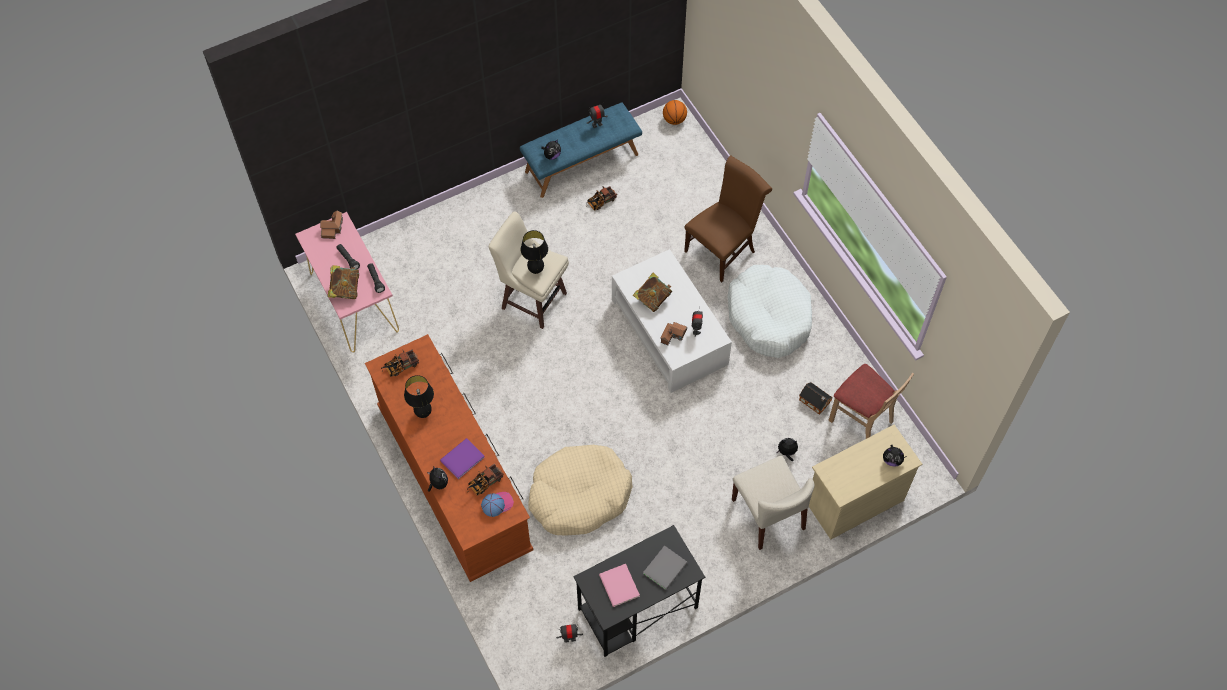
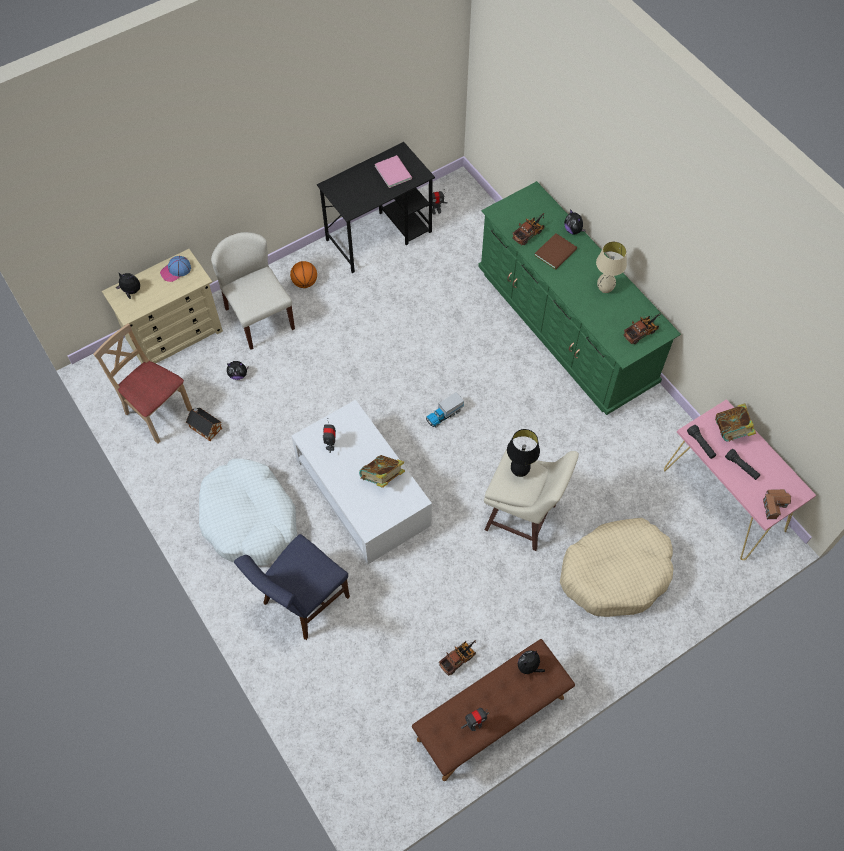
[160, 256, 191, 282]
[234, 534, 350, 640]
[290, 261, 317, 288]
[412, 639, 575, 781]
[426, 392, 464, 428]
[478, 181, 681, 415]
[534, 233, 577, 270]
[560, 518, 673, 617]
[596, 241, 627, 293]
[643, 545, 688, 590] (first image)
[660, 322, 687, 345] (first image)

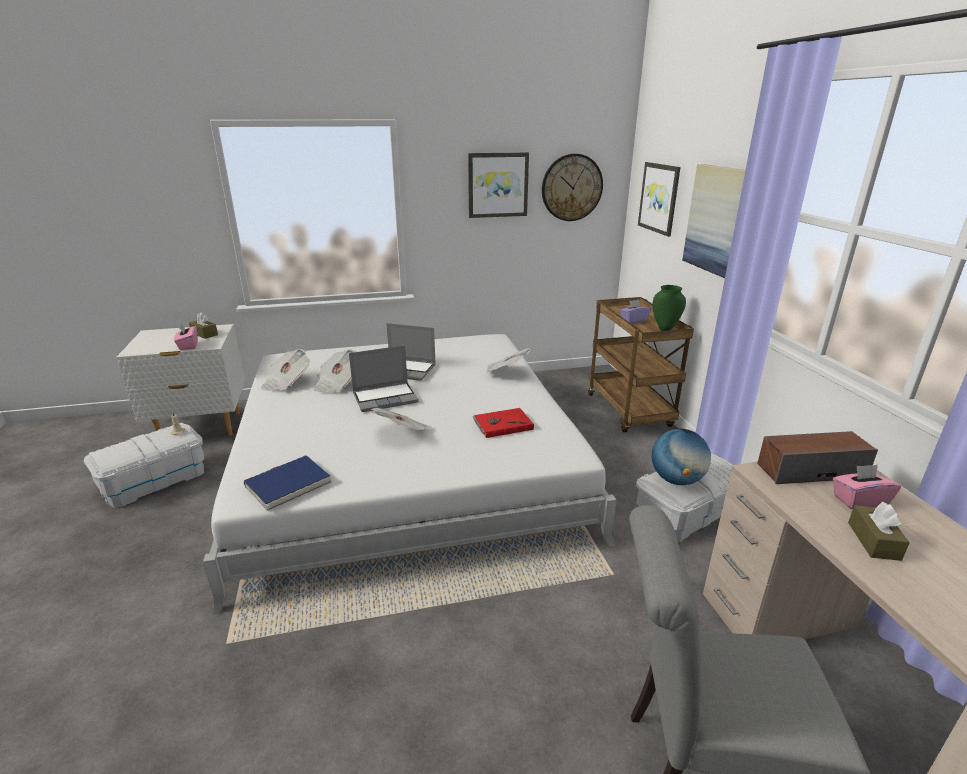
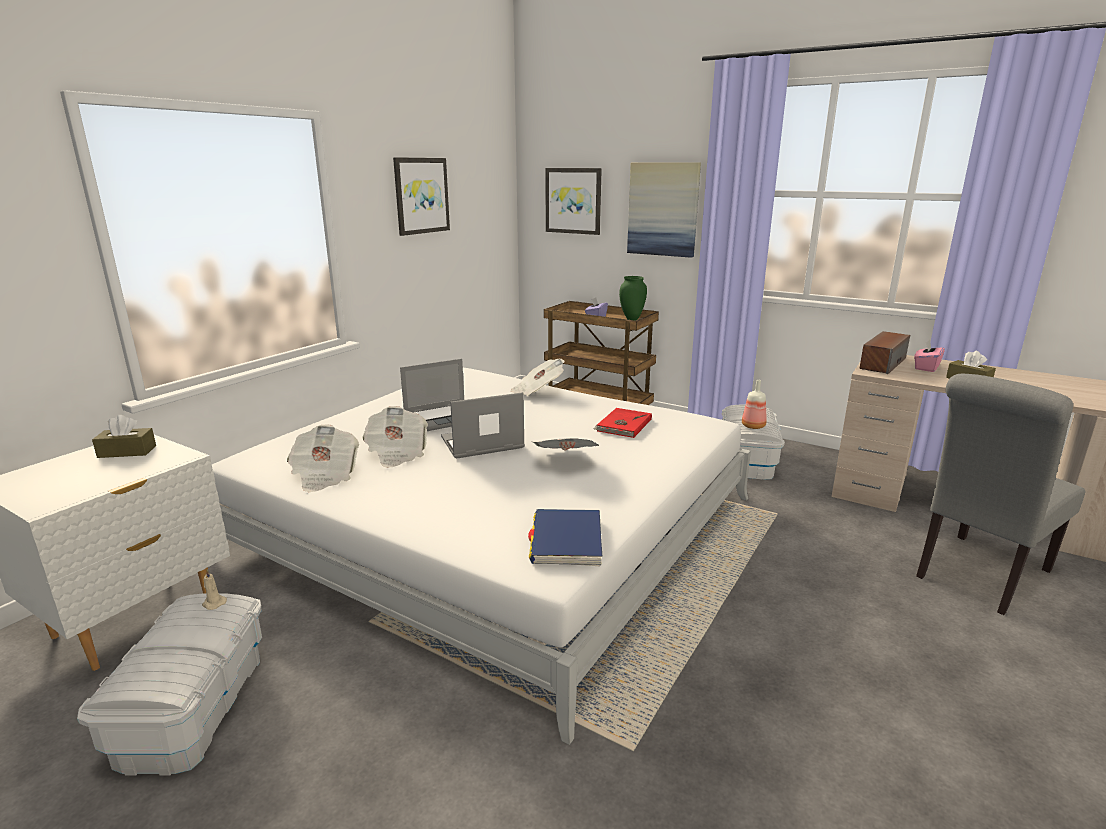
[441, 392, 525, 459]
[742, 380, 767, 429]
[174, 323, 198, 350] (first image)
[542, 154, 603, 221] (first image)

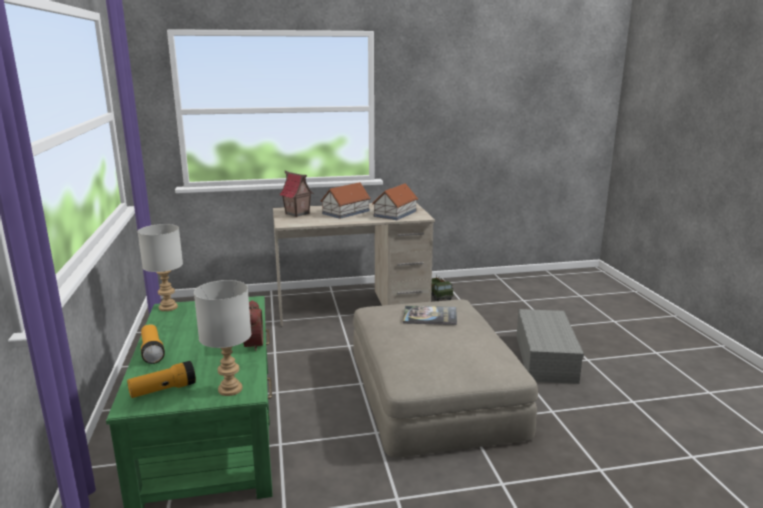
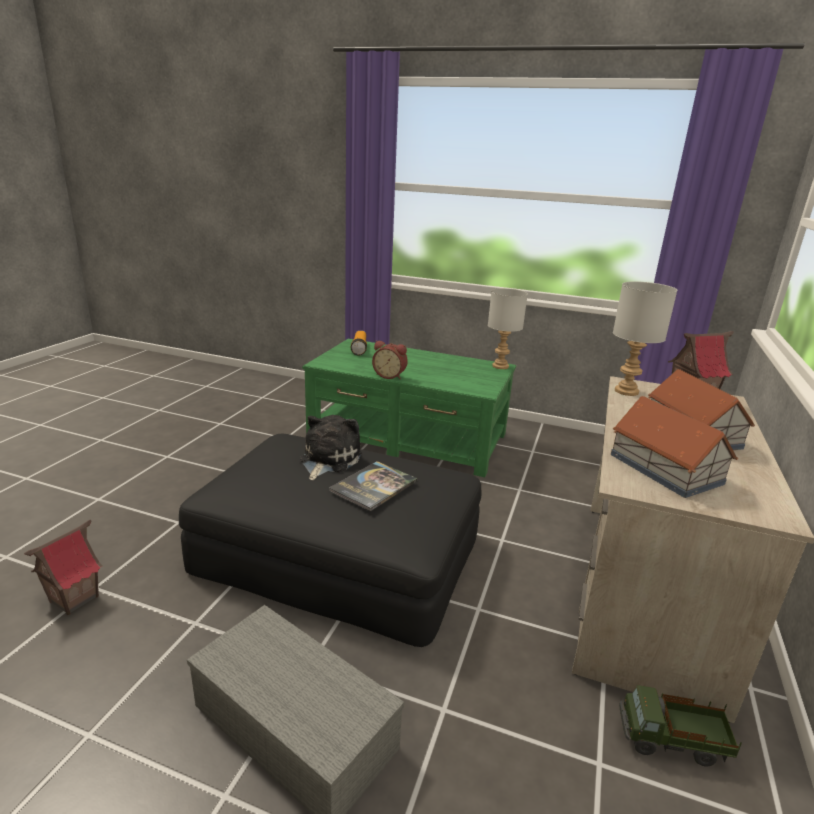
[24, 519, 102, 615]
[179, 434, 481, 647]
[300, 415, 362, 480]
[613, 281, 677, 396]
[141, 324, 165, 364] (first image)

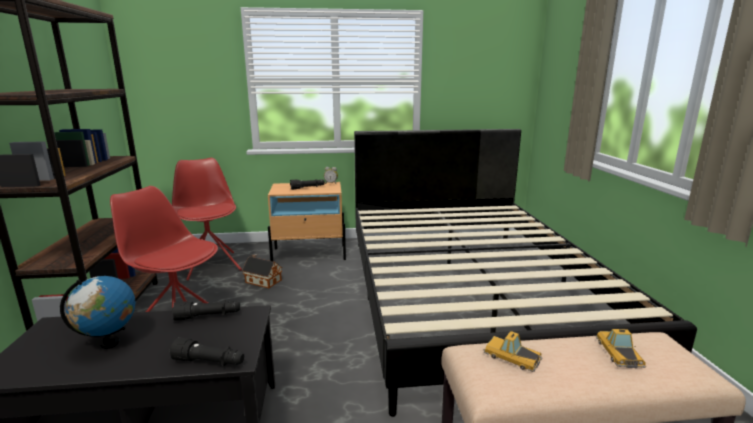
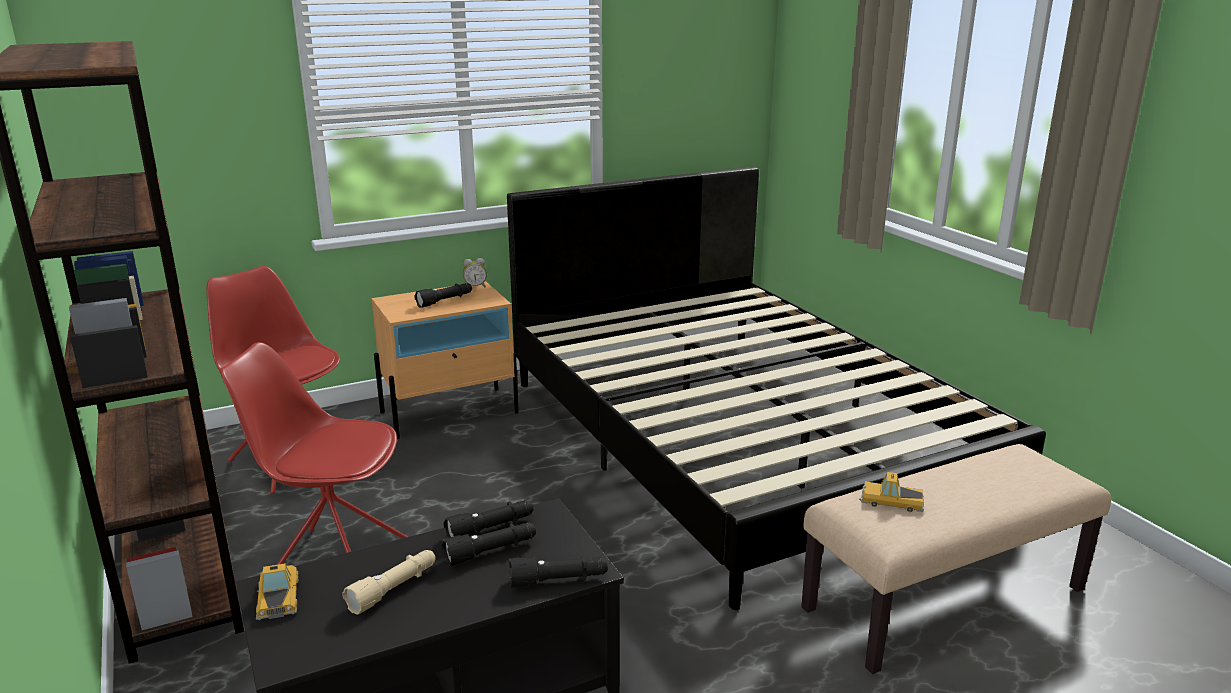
[256, 564, 299, 620]
[342, 550, 436, 615]
[442, 522, 536, 566]
[242, 254, 282, 289] (first image)

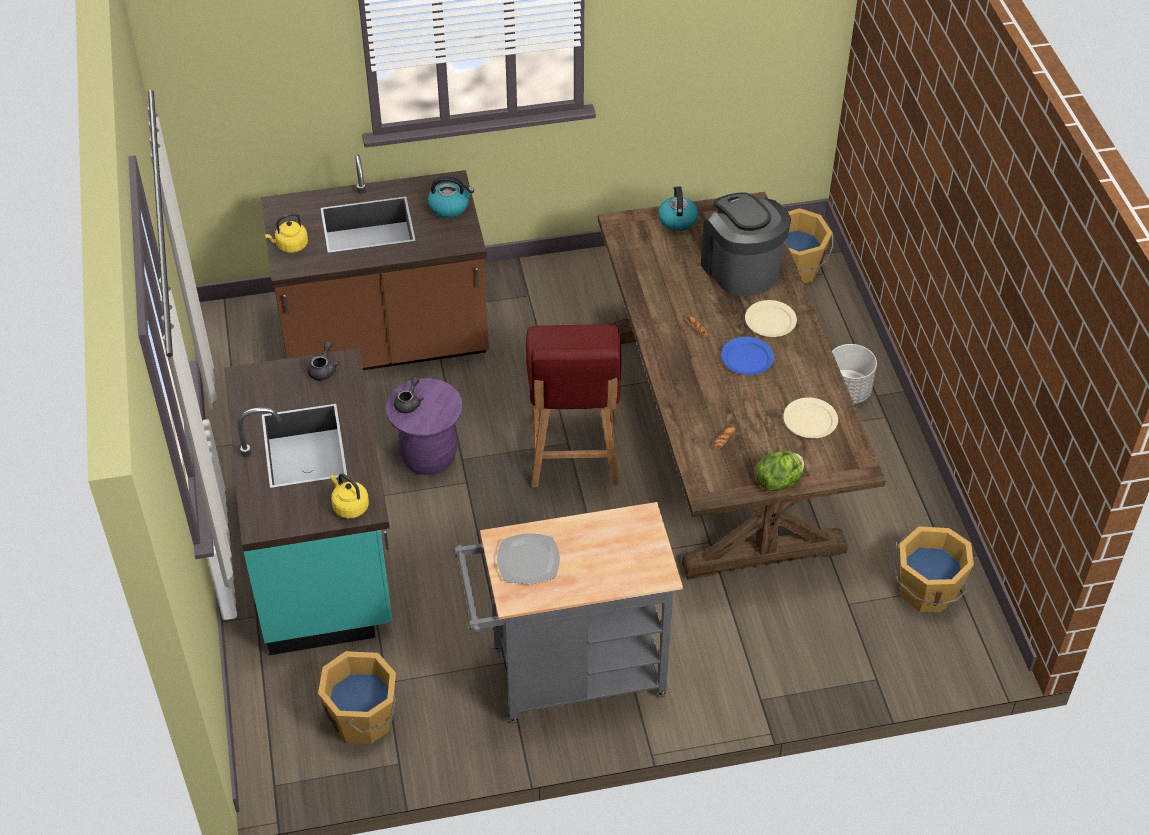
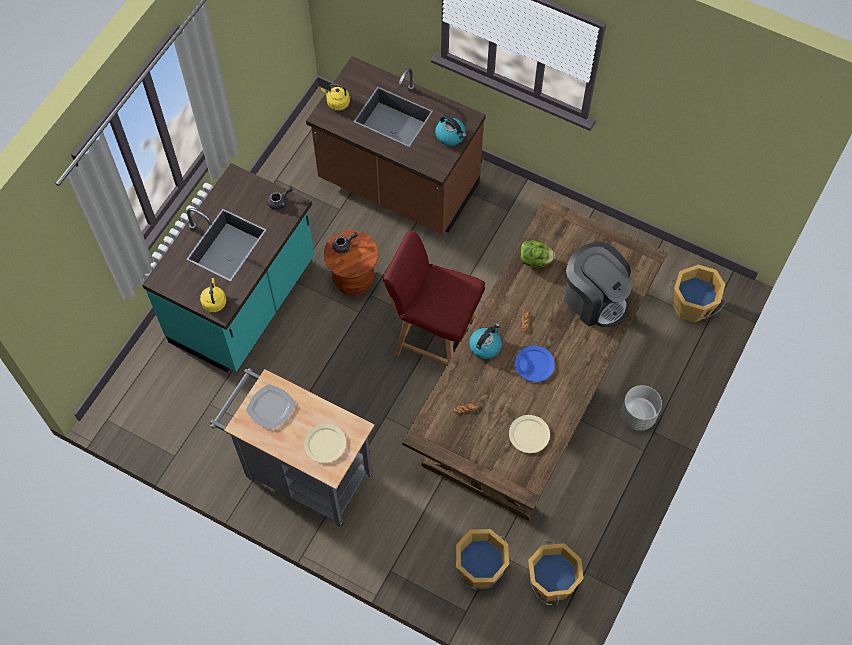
[304, 424, 346, 463]
[324, 230, 378, 296]
[383, 230, 485, 365]
[456, 529, 509, 590]
[469, 323, 502, 359]
[520, 240, 555, 267]
[564, 241, 632, 327]

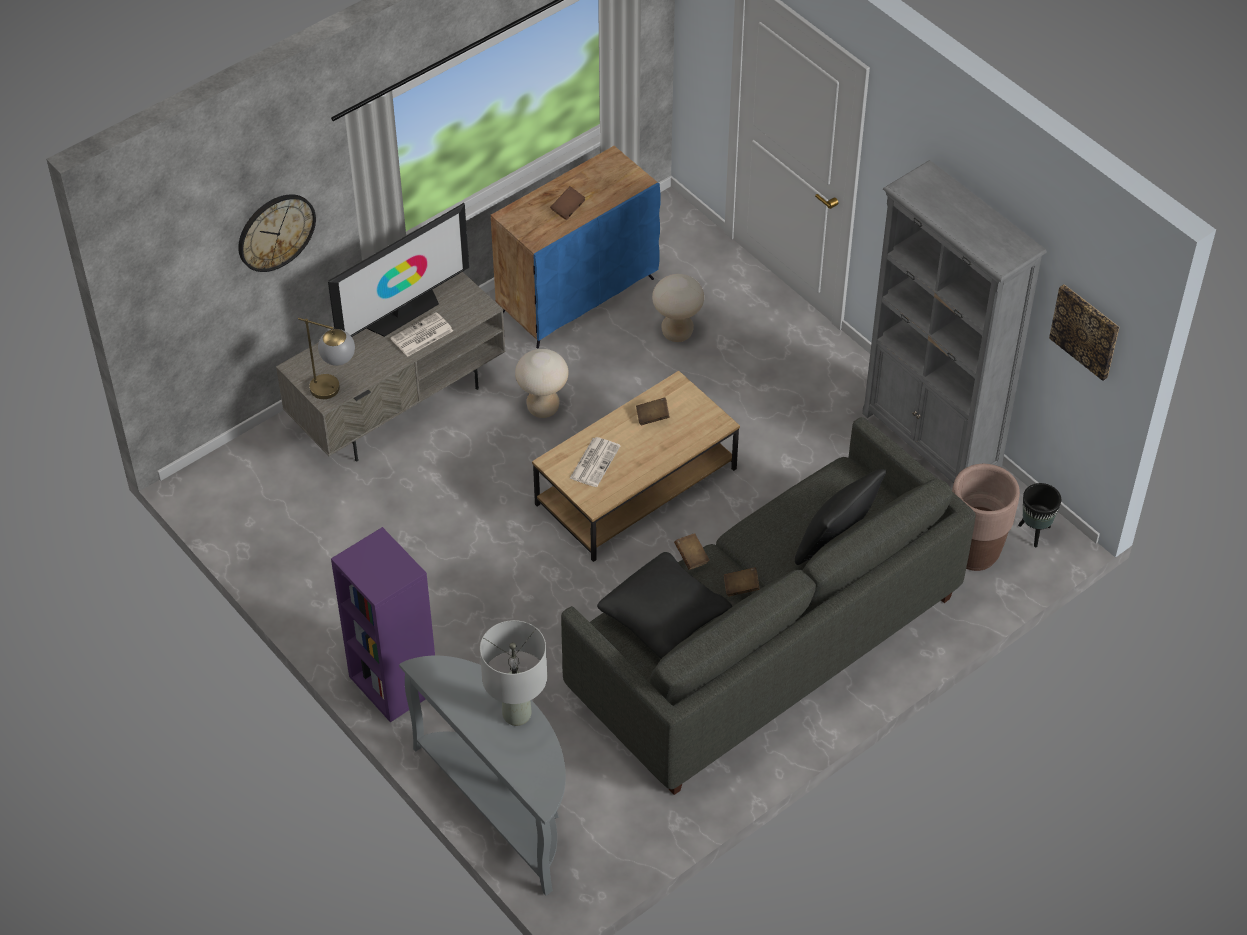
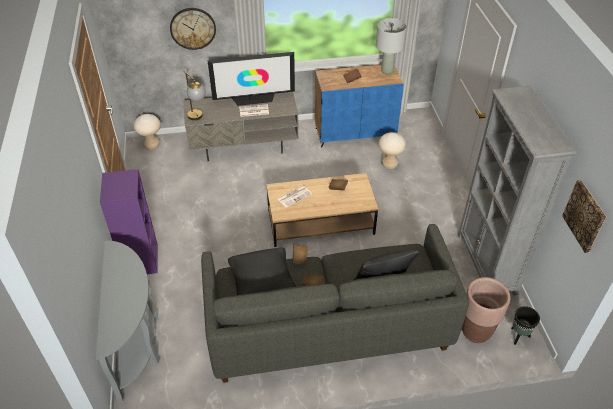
[134, 114, 161, 150]
[376, 18, 407, 74]

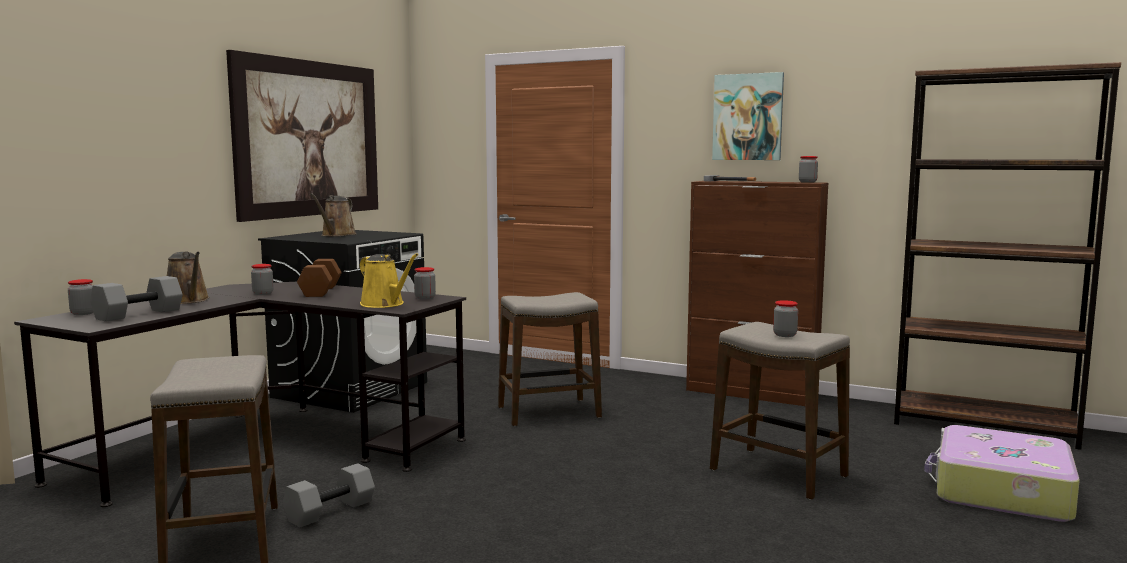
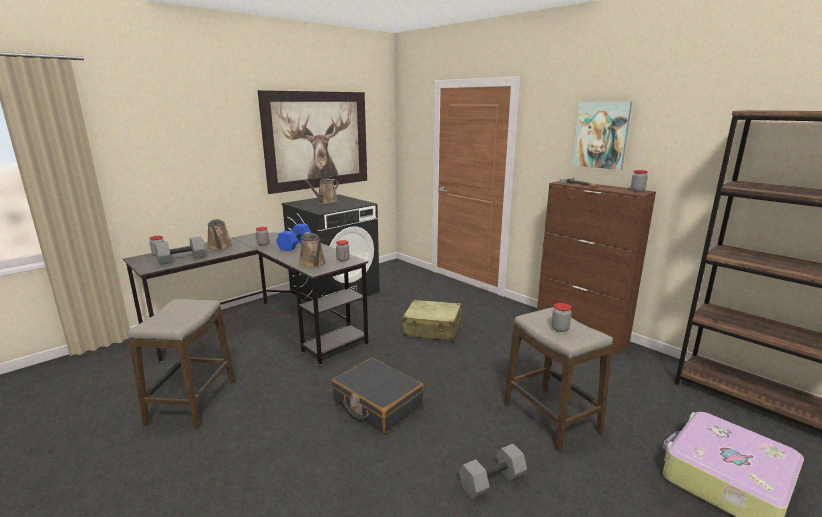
[276, 224, 311, 251]
[299, 232, 326, 268]
[331, 358, 424, 434]
[402, 300, 462, 341]
[459, 444, 527, 499]

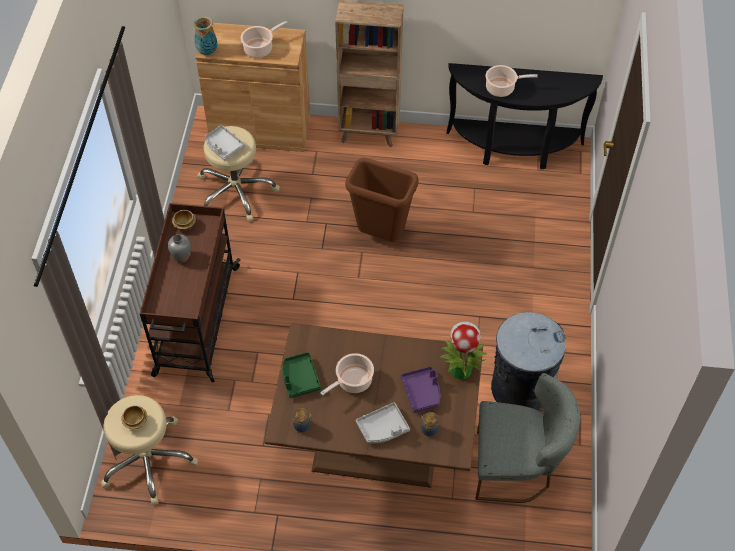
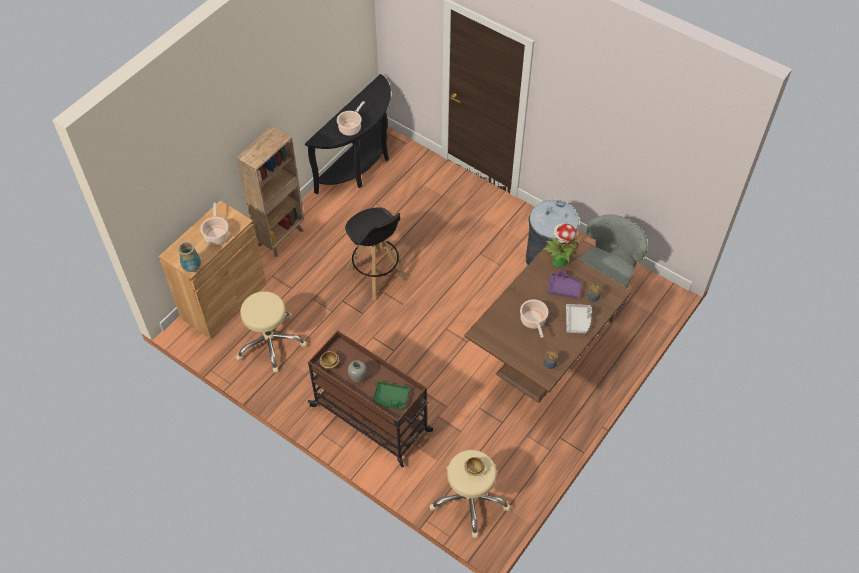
[345, 207, 407, 300]
[373, 381, 410, 411]
[205, 125, 245, 161] (first image)

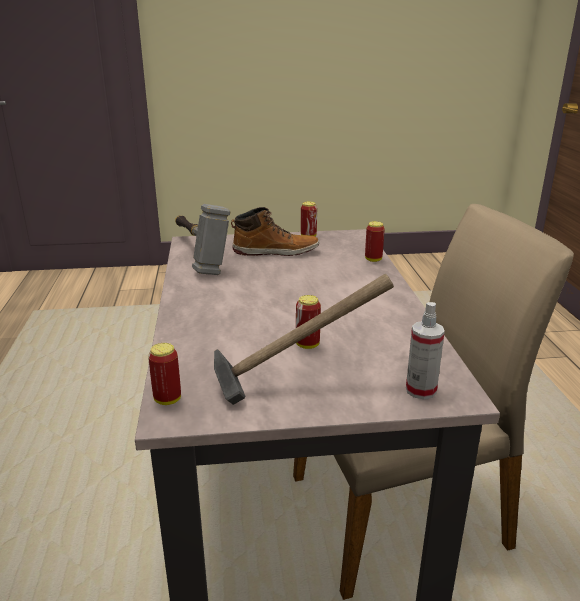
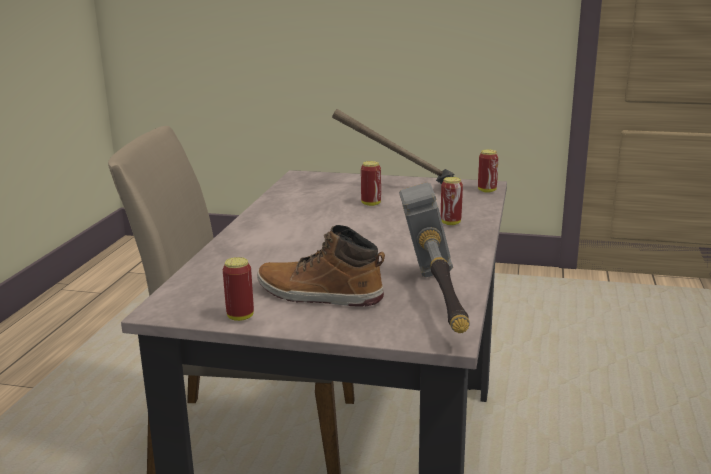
[441, 177, 463, 225]
[406, 302, 445, 399] (first image)

